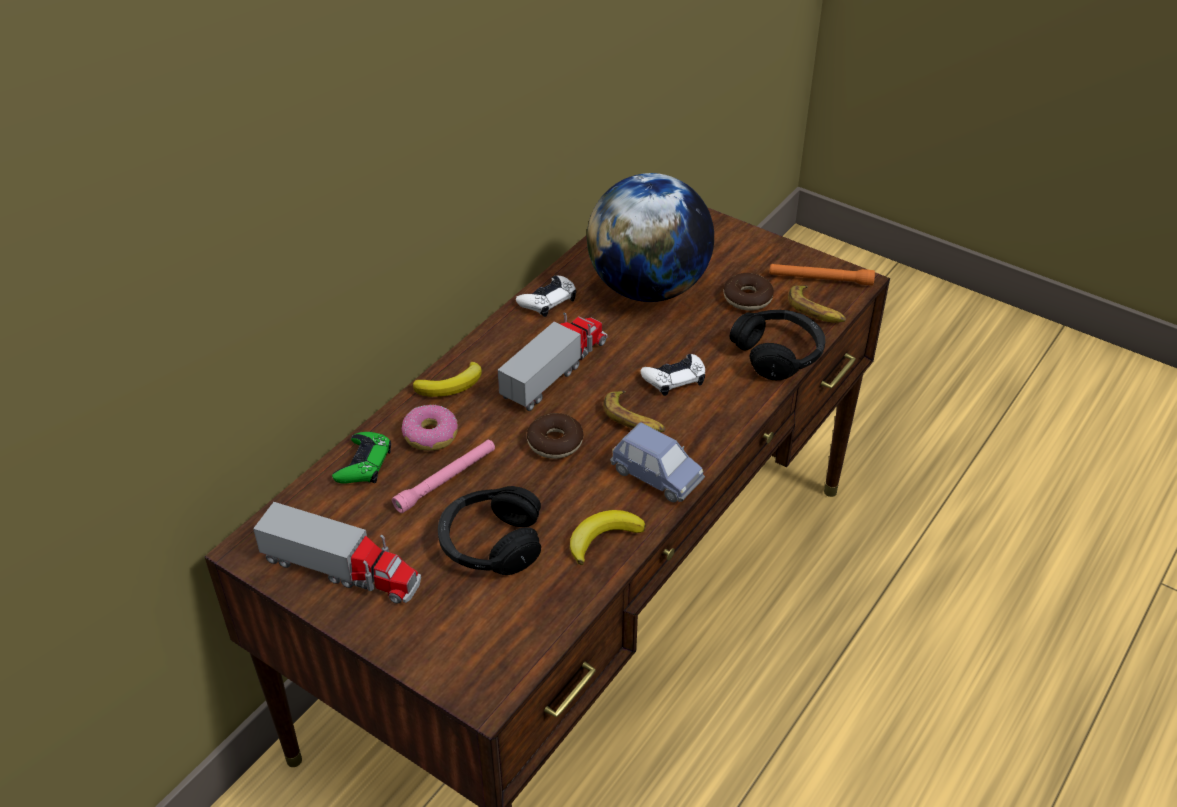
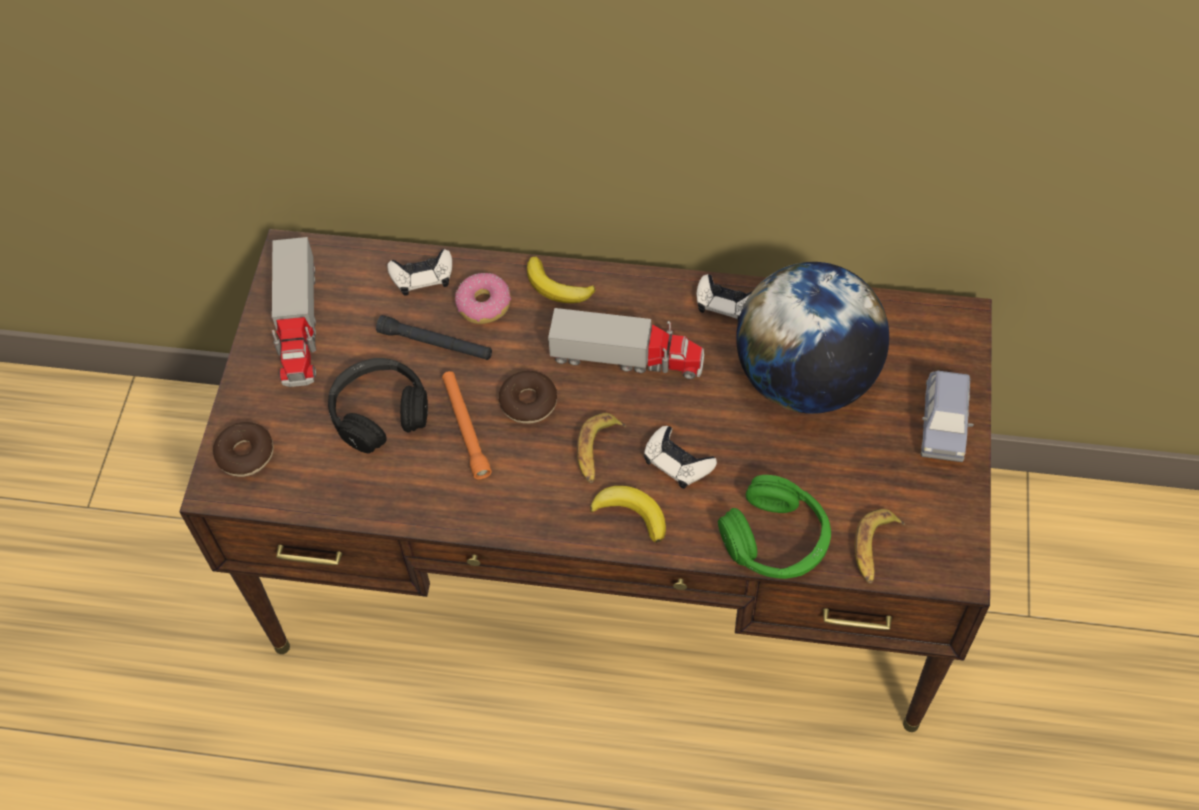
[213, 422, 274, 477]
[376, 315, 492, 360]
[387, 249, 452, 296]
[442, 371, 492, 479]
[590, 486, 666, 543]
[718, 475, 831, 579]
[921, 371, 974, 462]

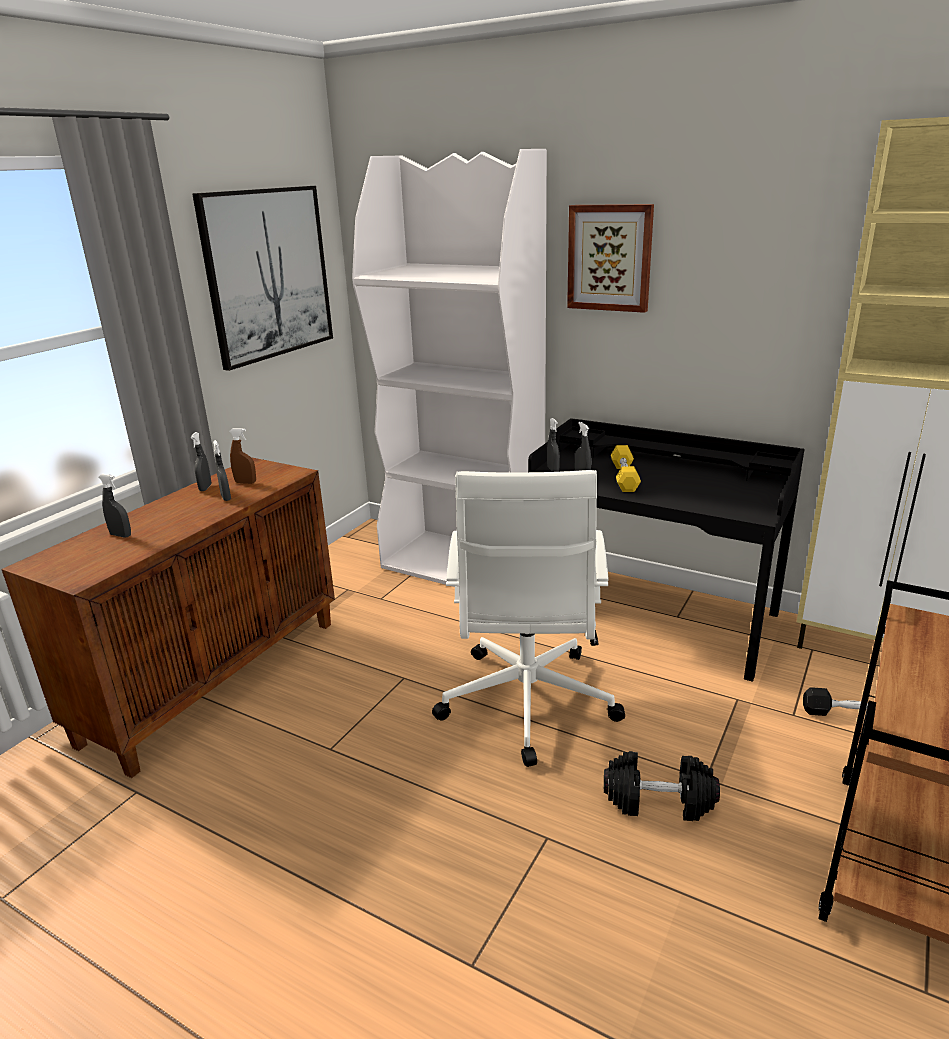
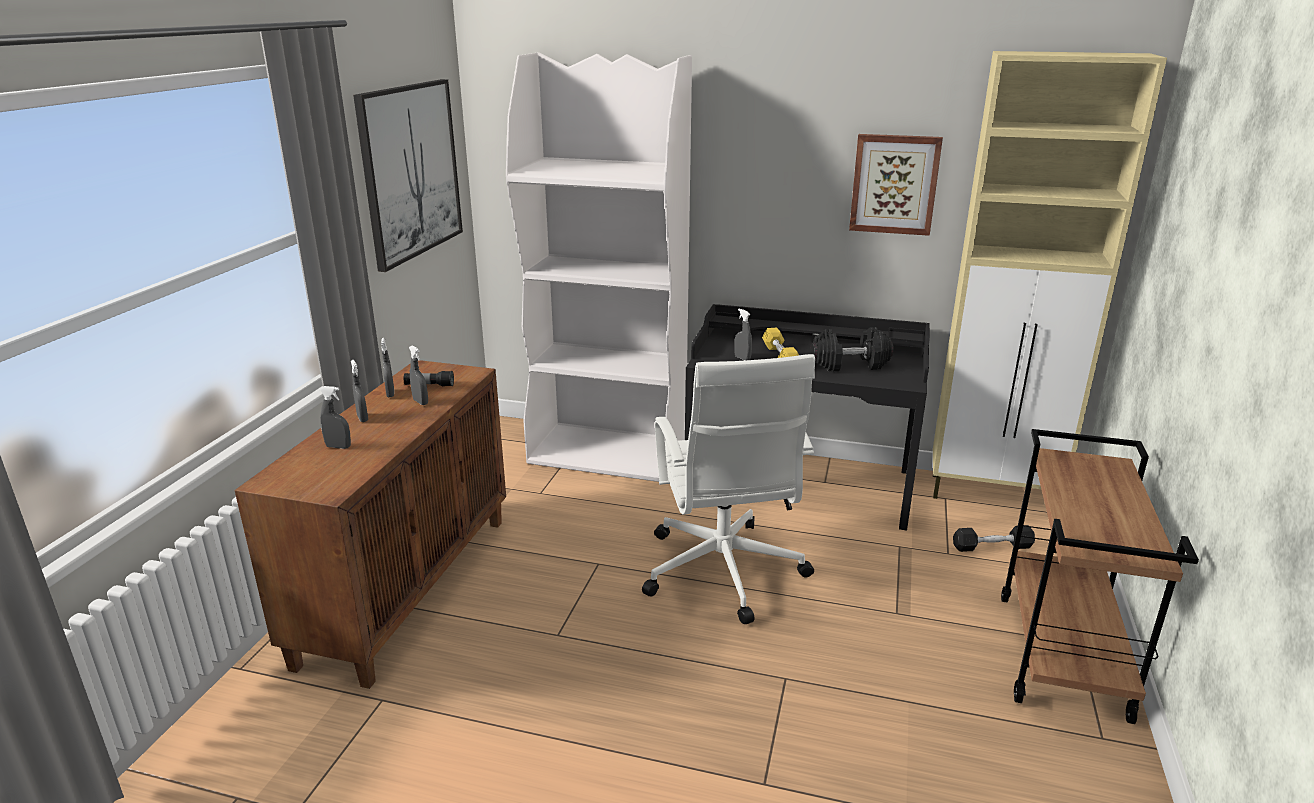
[351, 360, 368, 422]
[404, 371, 454, 386]
[810, 327, 894, 371]
[849, 134, 943, 236]

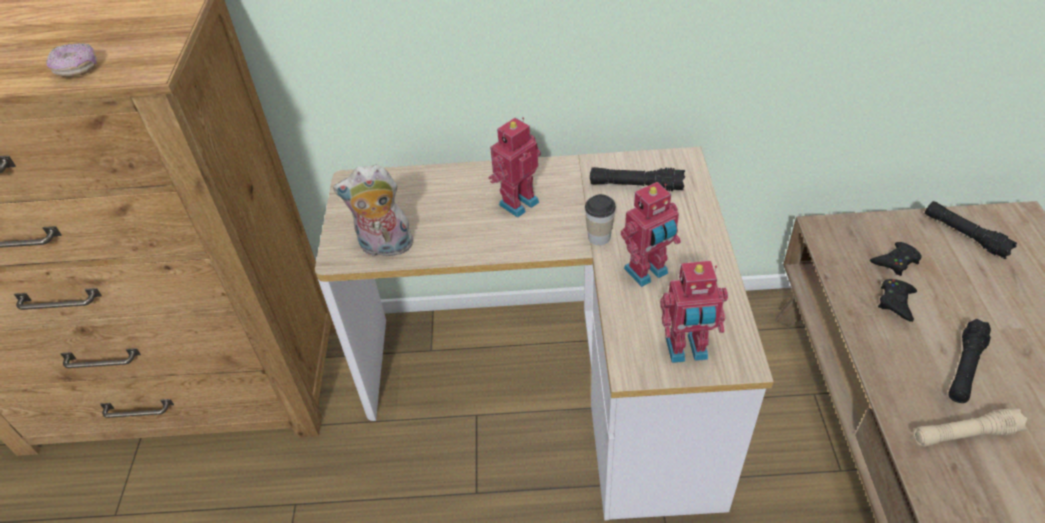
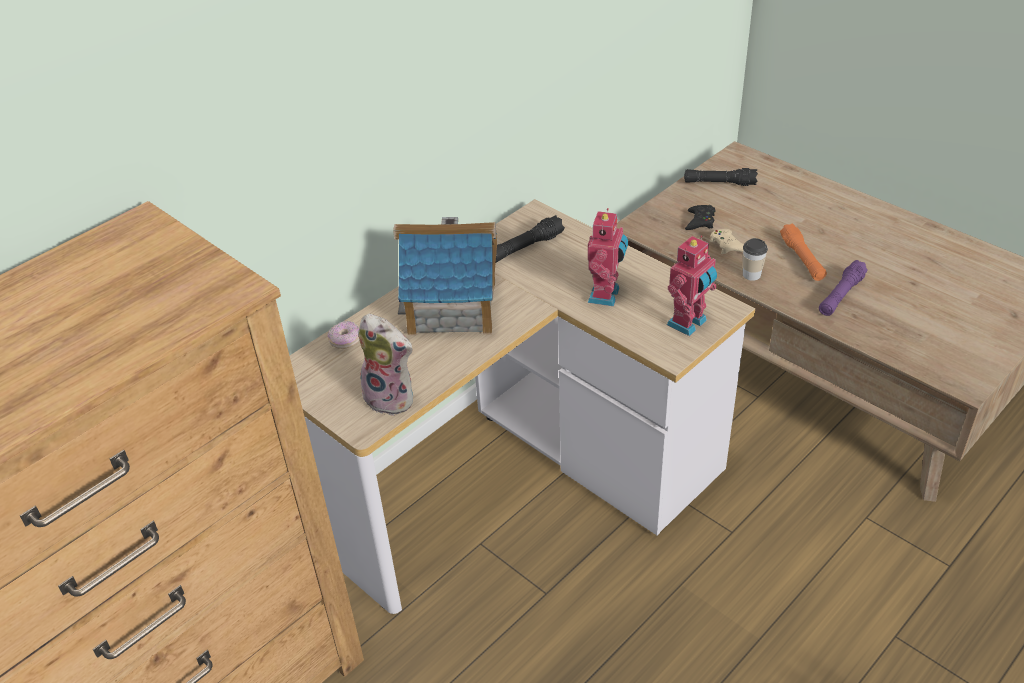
[328, 321, 359, 349]
[358, 314, 414, 416]
[393, 217, 497, 335]
[710, 229, 743, 254]
[743, 238, 768, 281]
[780, 224, 827, 281]
[819, 260, 868, 316]

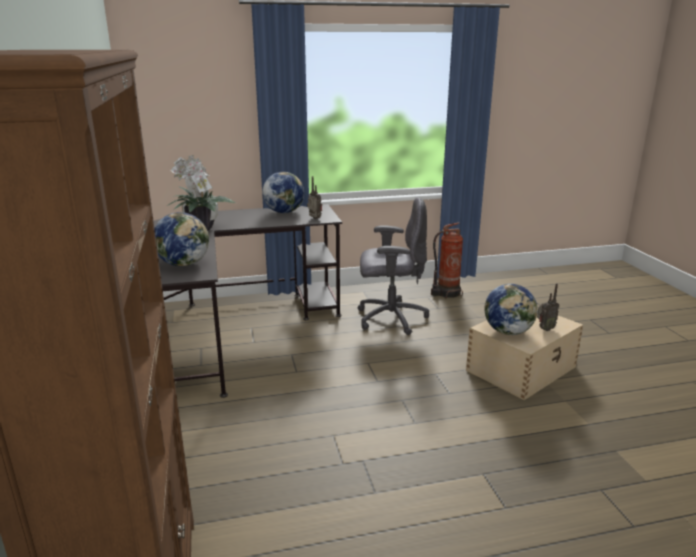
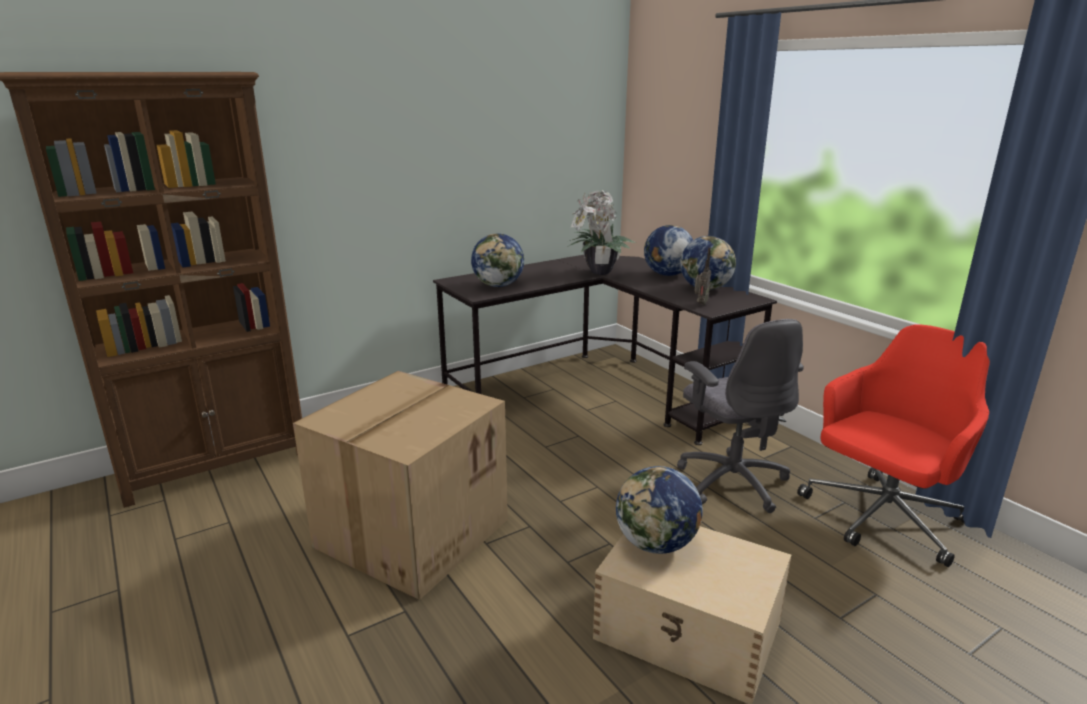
[293, 371, 508, 600]
[644, 225, 693, 276]
[797, 324, 990, 567]
[537, 283, 559, 331] (first image)

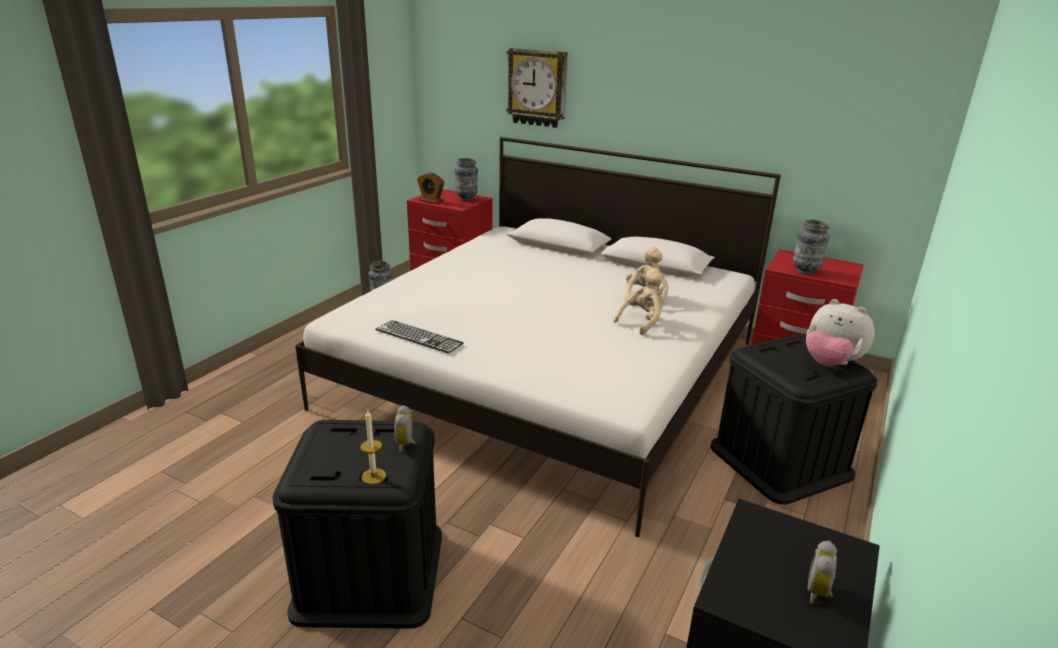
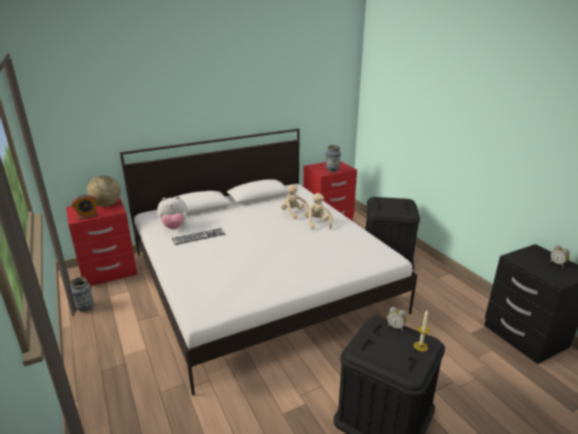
[87, 175, 121, 207]
[157, 196, 188, 229]
[172, 228, 225, 245]
[506, 48, 567, 128] (first image)

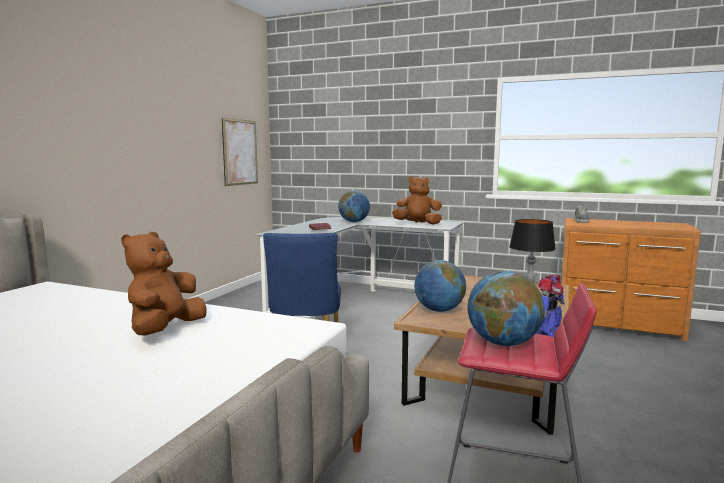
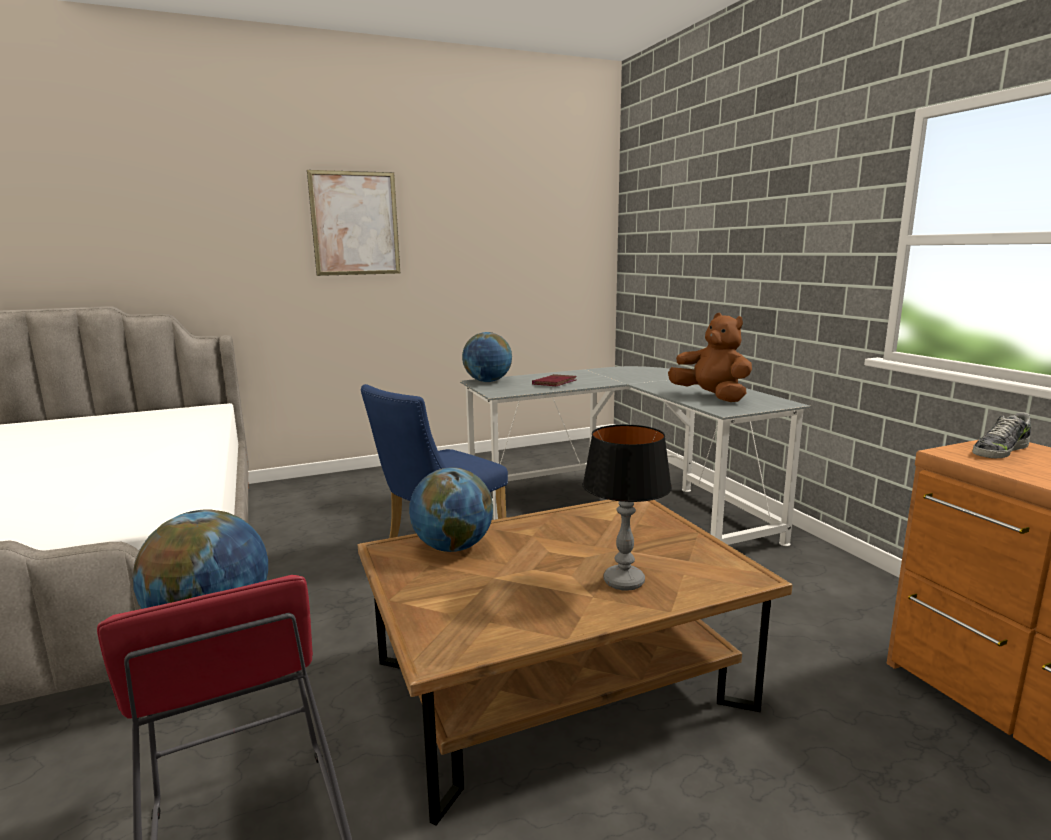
[307, 170, 400, 276]
[462, 332, 512, 382]
[121, 232, 207, 336] (first image)
[536, 275, 565, 337] (first image)

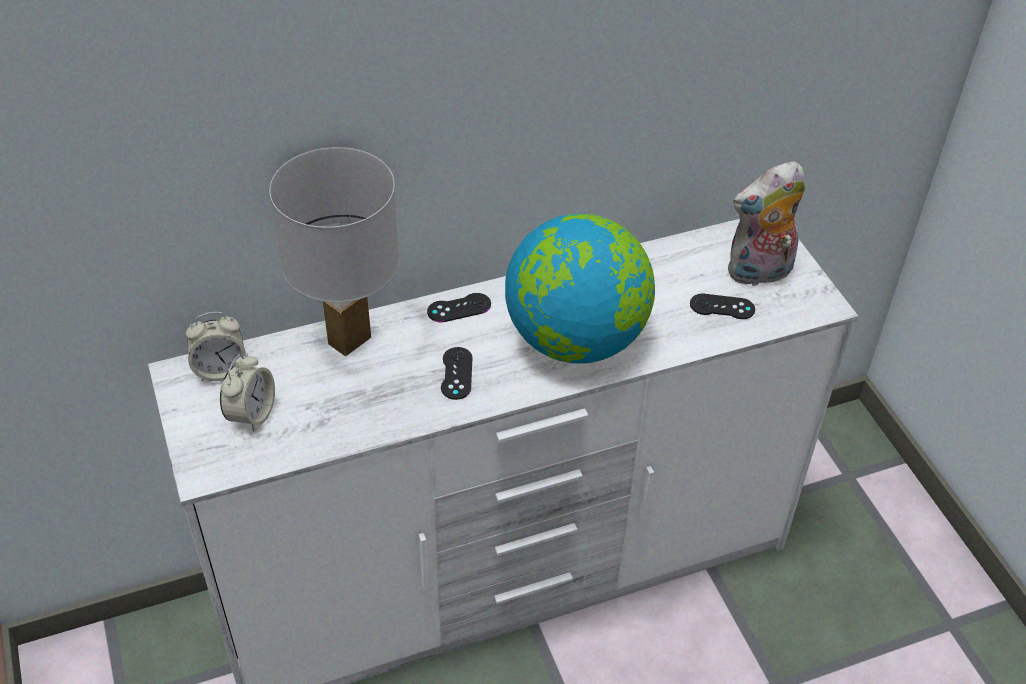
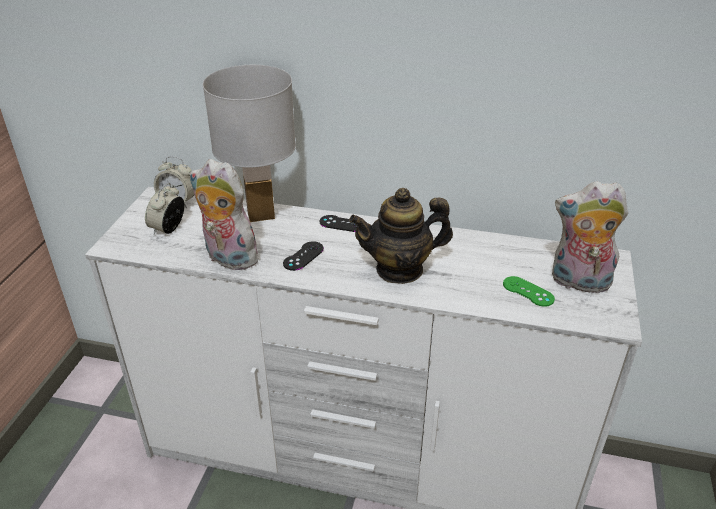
[145, 183, 185, 234]
[189, 159, 258, 270]
[349, 188, 453, 284]
[503, 276, 555, 307]

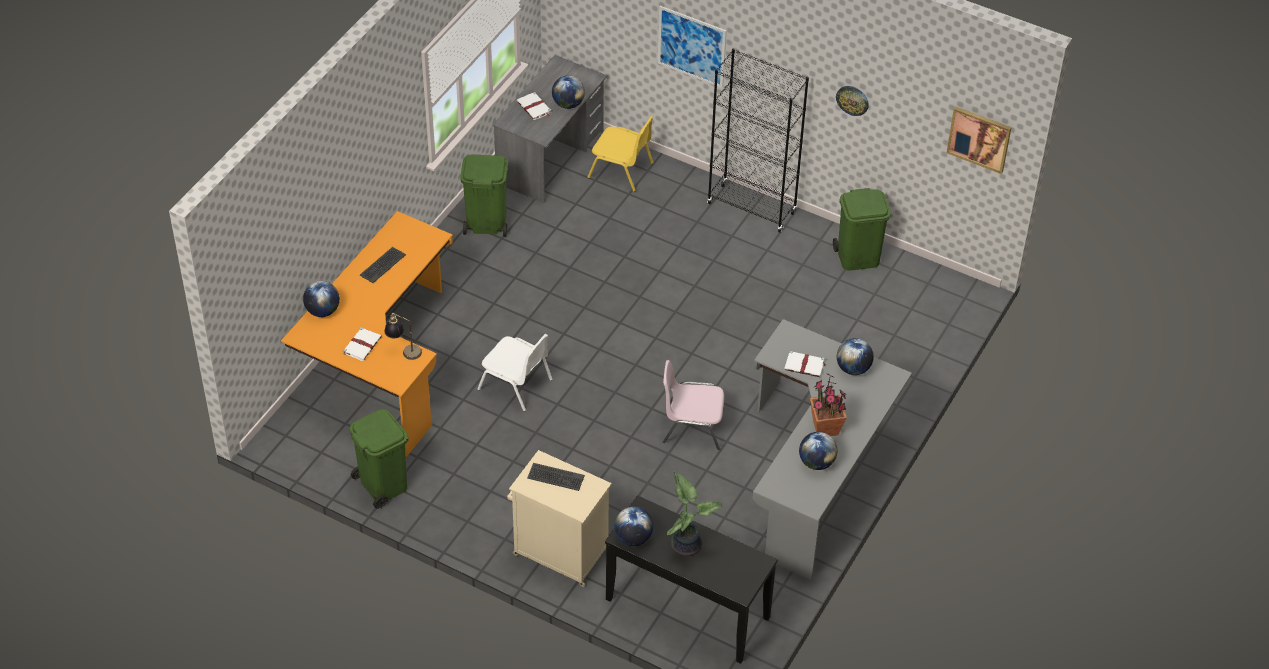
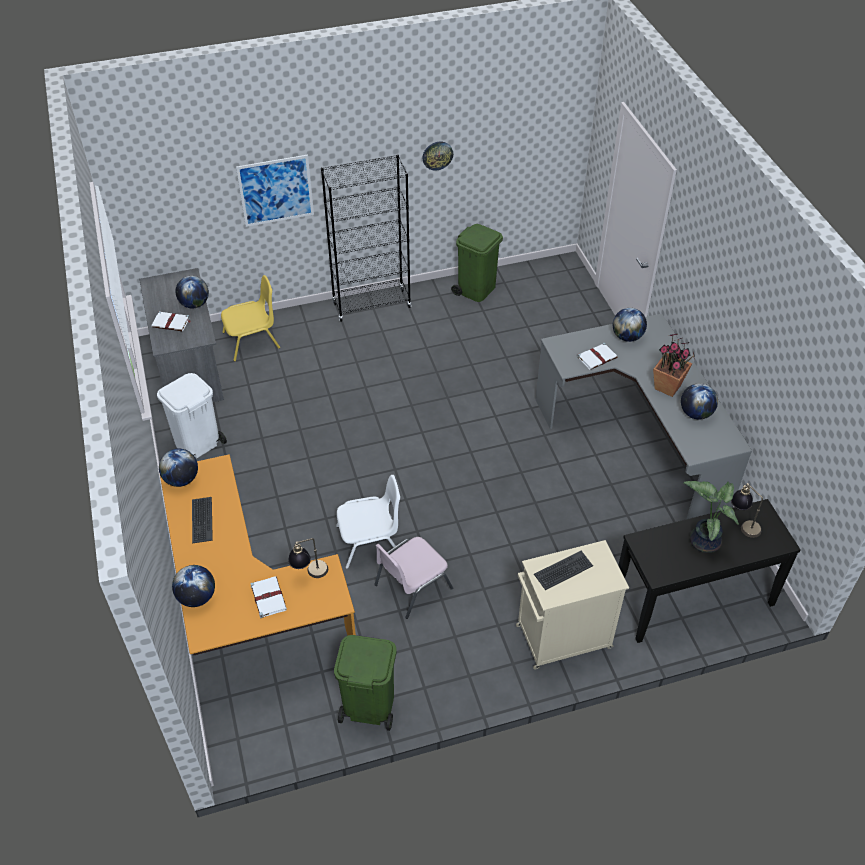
[157, 373, 227, 458]
[159, 448, 198, 487]
[374, 537, 453, 619]
[731, 483, 763, 538]
[947, 106, 1012, 174] (first image)

